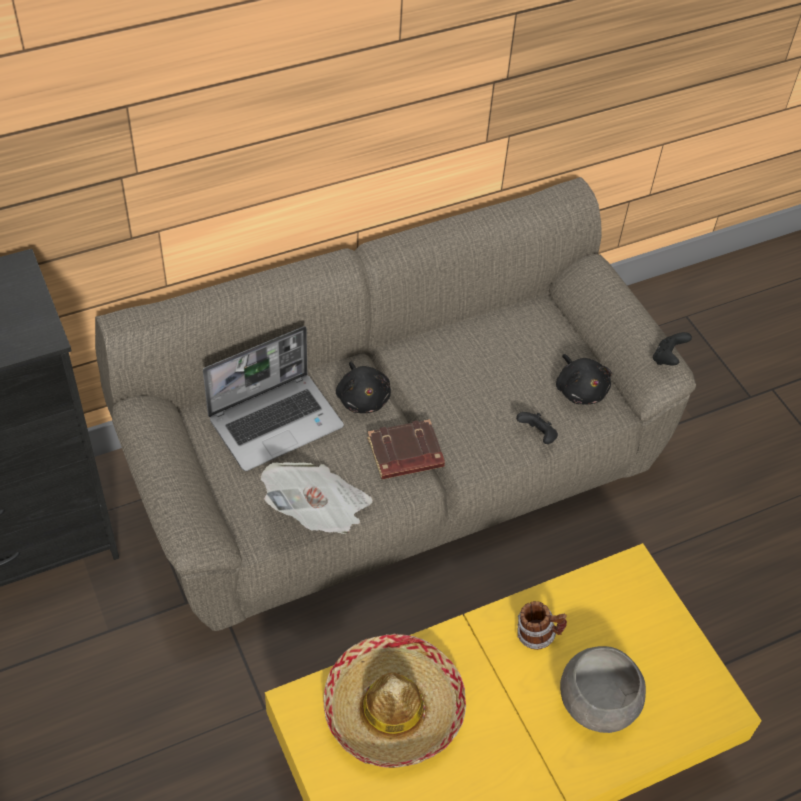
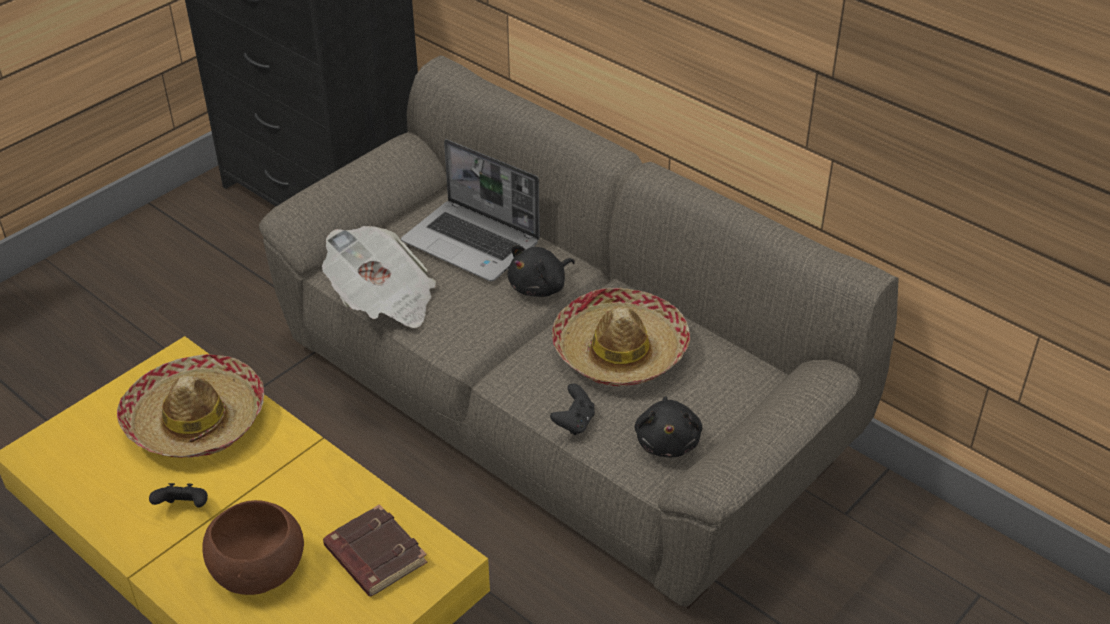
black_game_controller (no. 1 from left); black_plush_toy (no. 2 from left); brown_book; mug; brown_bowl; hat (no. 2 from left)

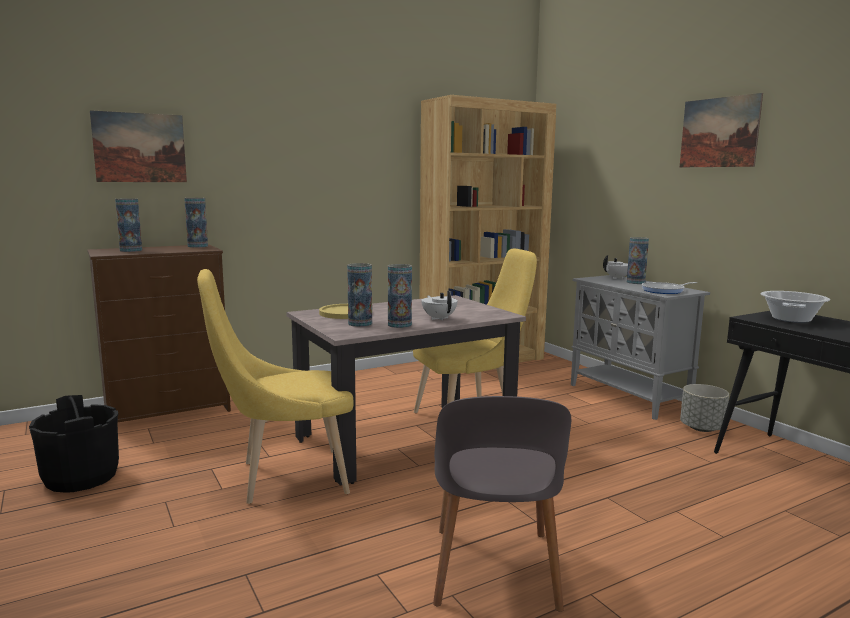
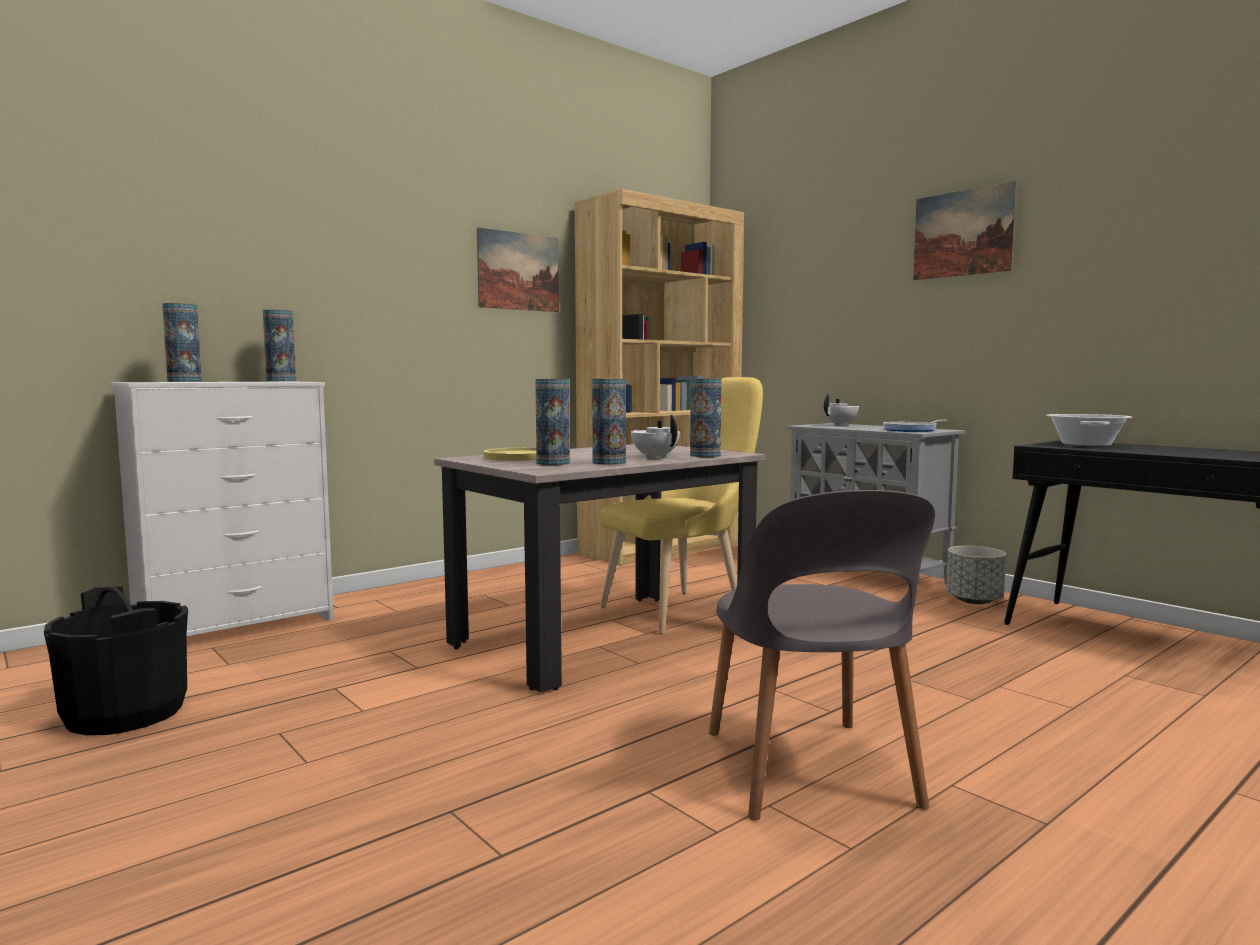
picture (no. 1 from left); vase (no. 5 from left); white_dresser; yellow_chair (no. 1 from left in the first image)

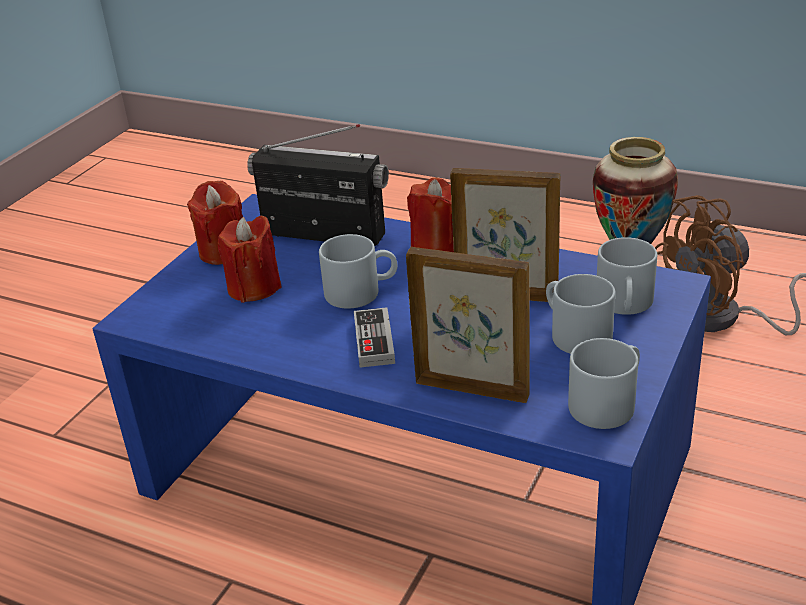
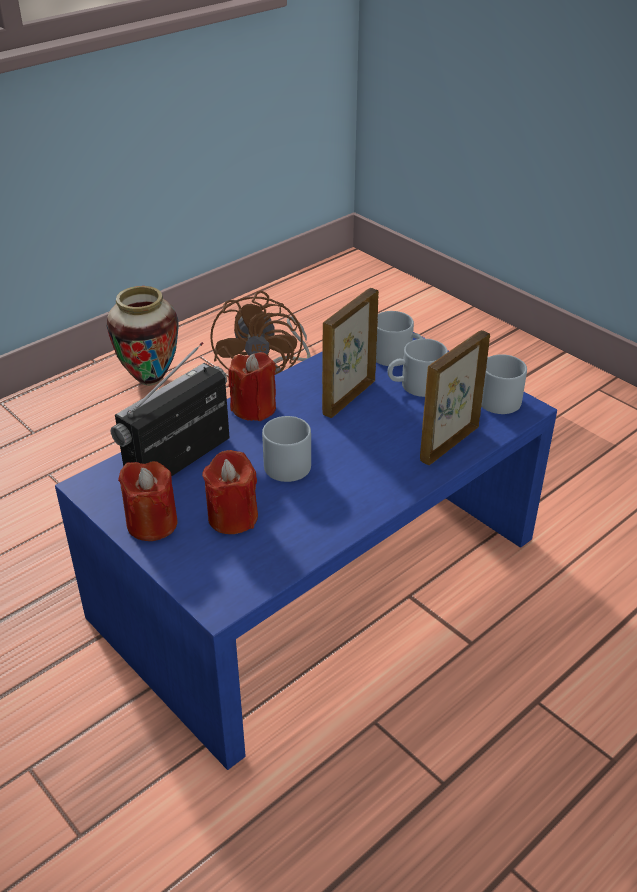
game_controller

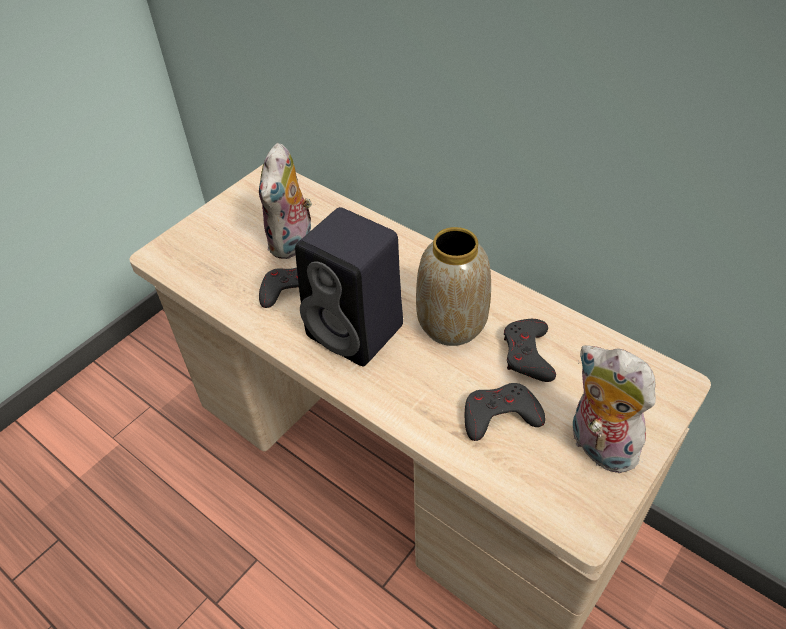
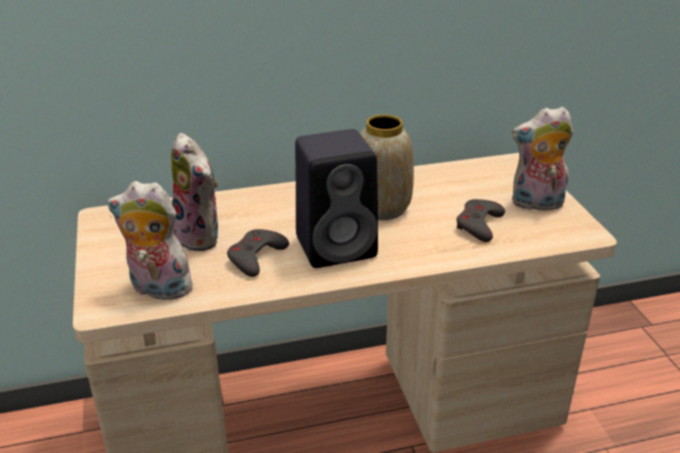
grey_game_controller (no. 3 from left in the first image); plush_toy (no. 1 from left)

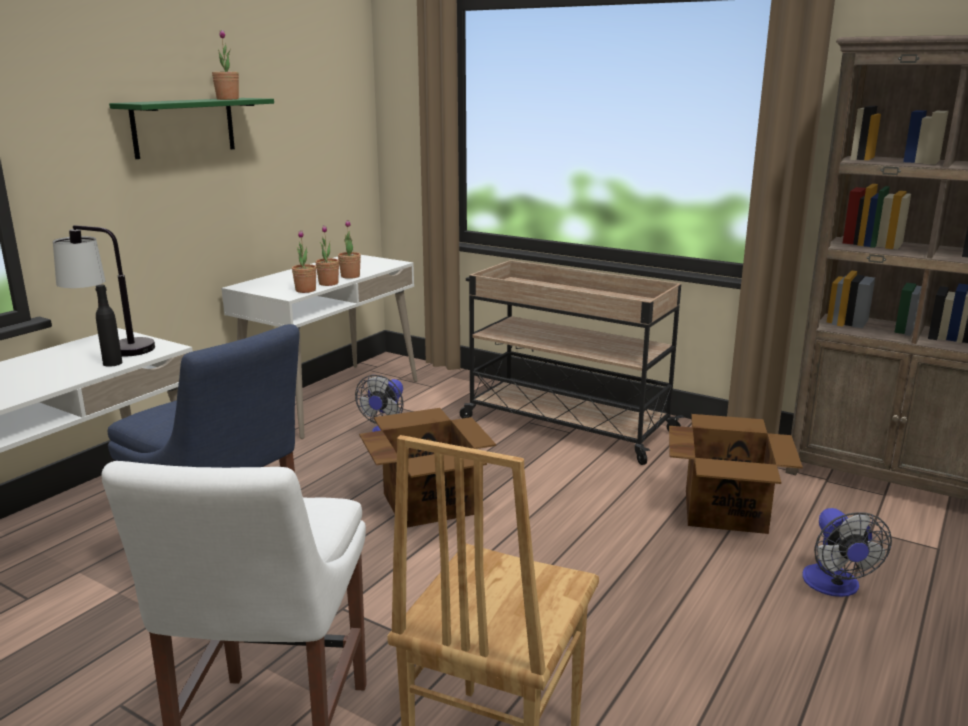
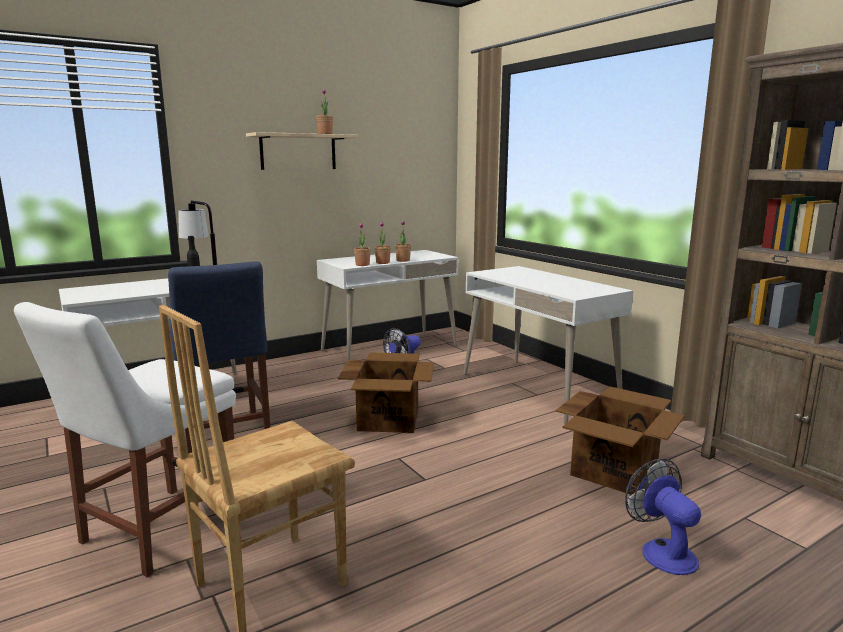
beige_shelf; white_desk (no. 3 from left); fan (no. 2 from left)

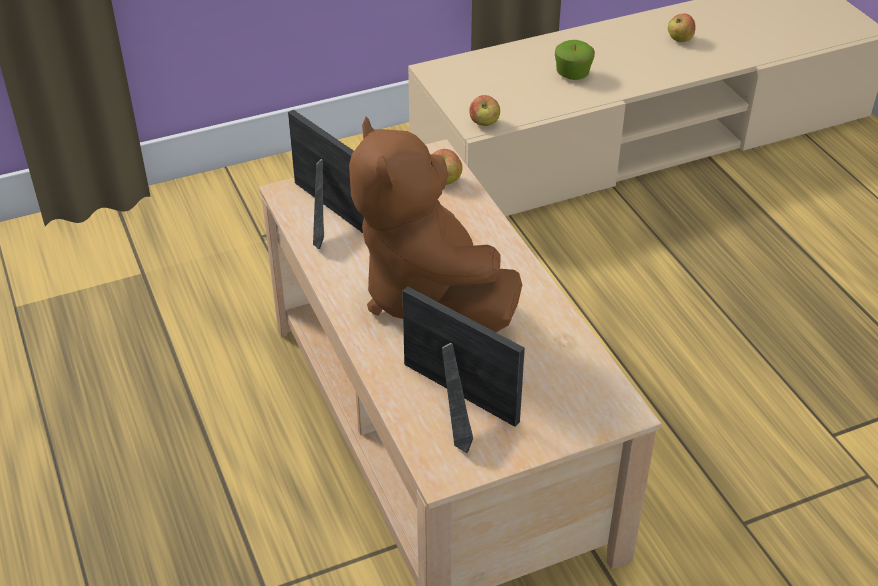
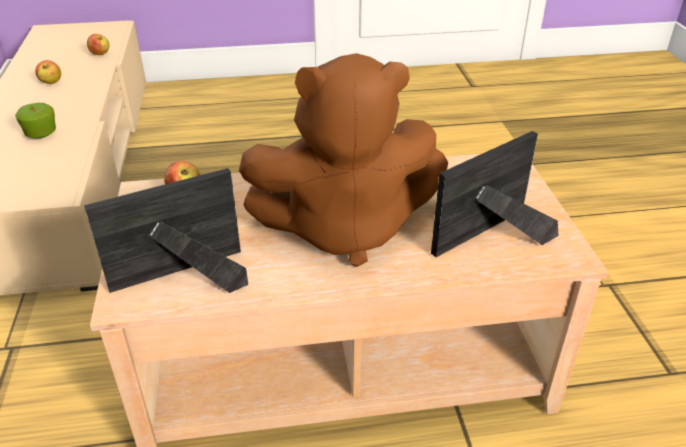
apple (no. 3 from left)

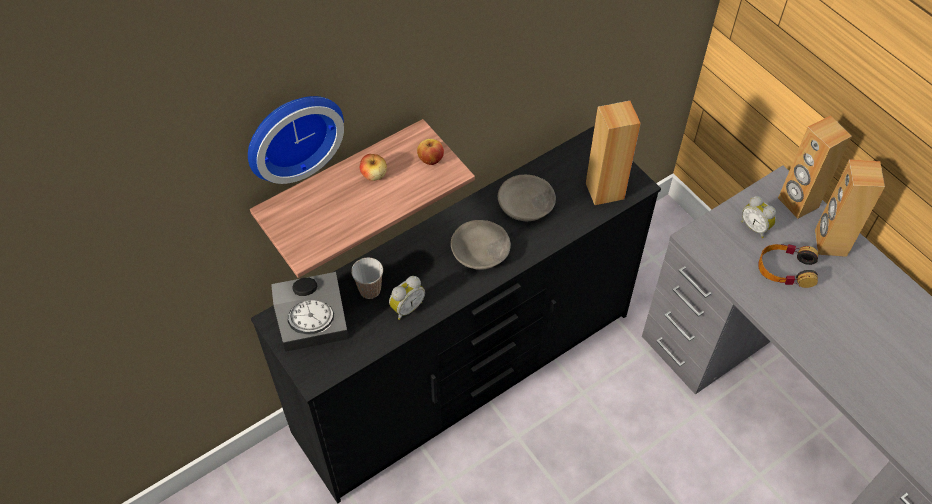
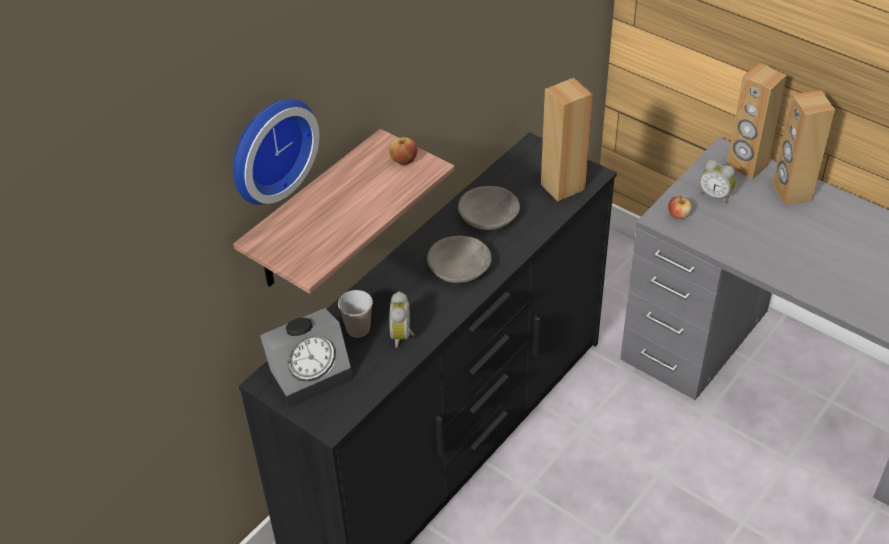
apple (no. 2 from left); headphones; alarm_clock (no. 2 from left)

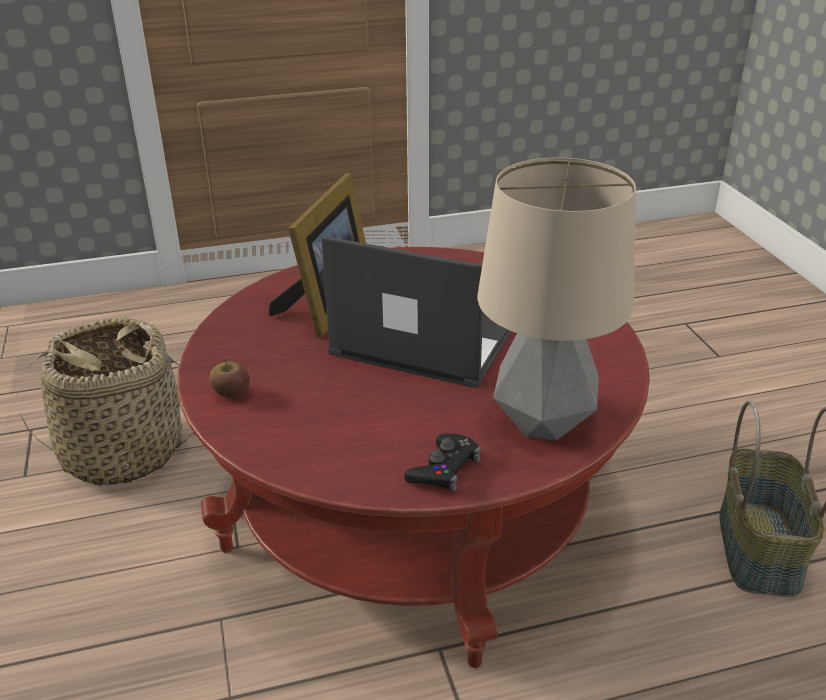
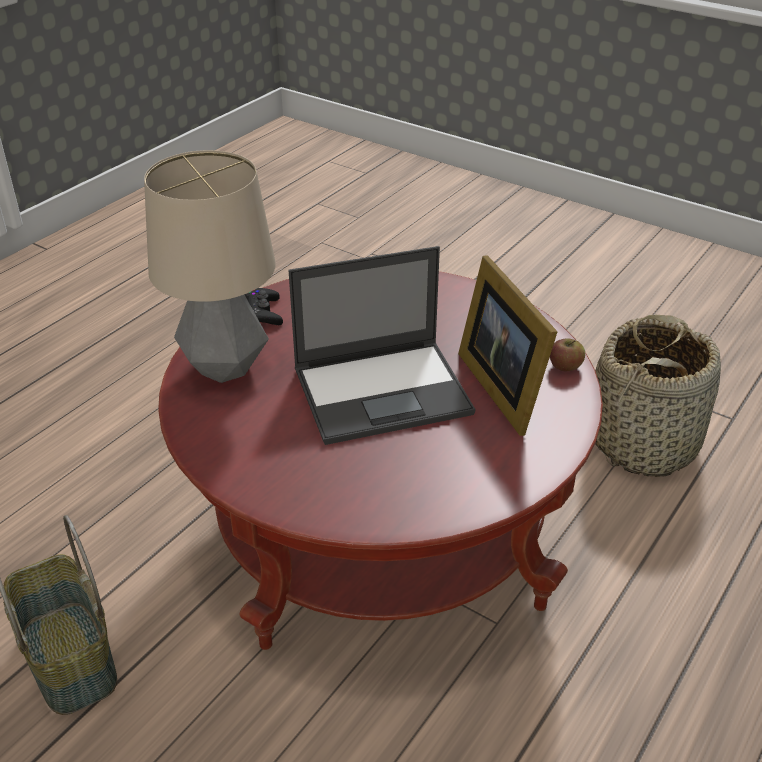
apple

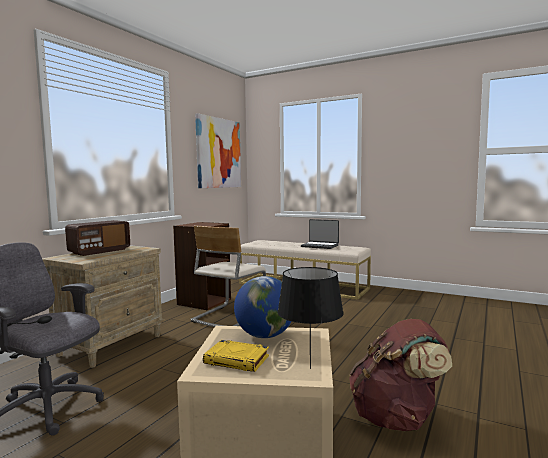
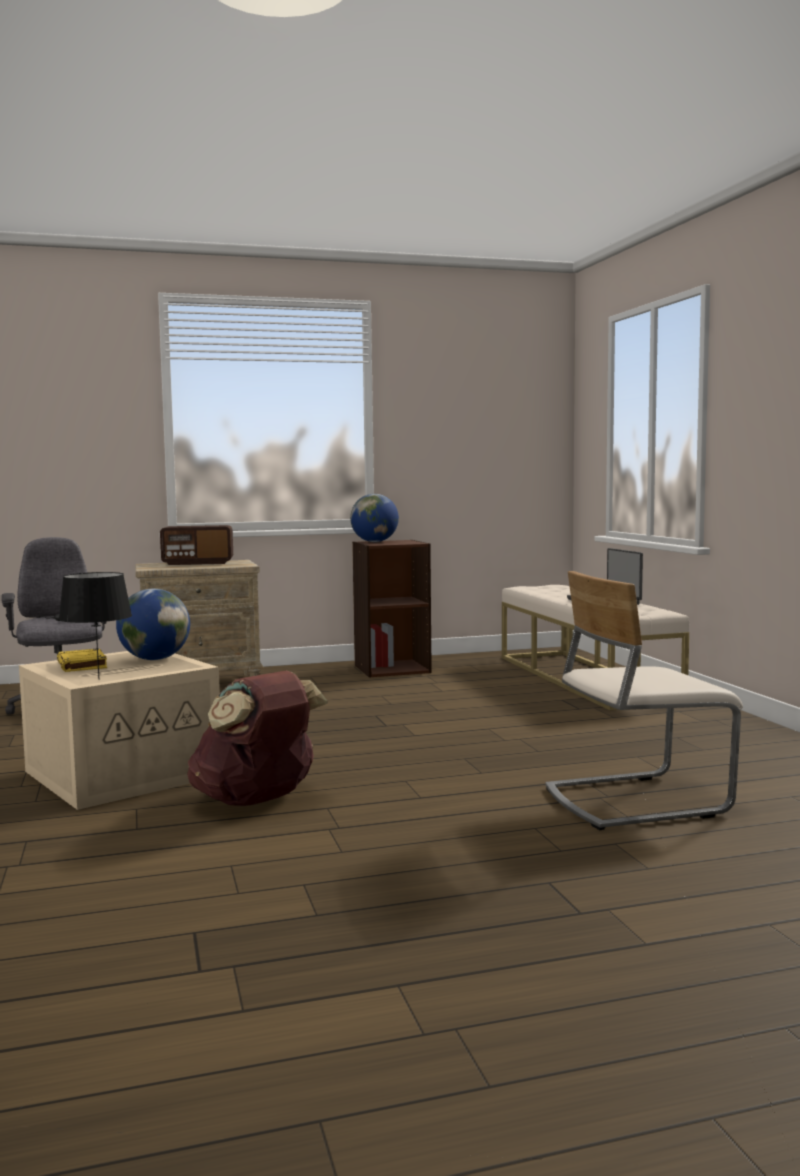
picture; beige_chair; globe (no. 2 from left)

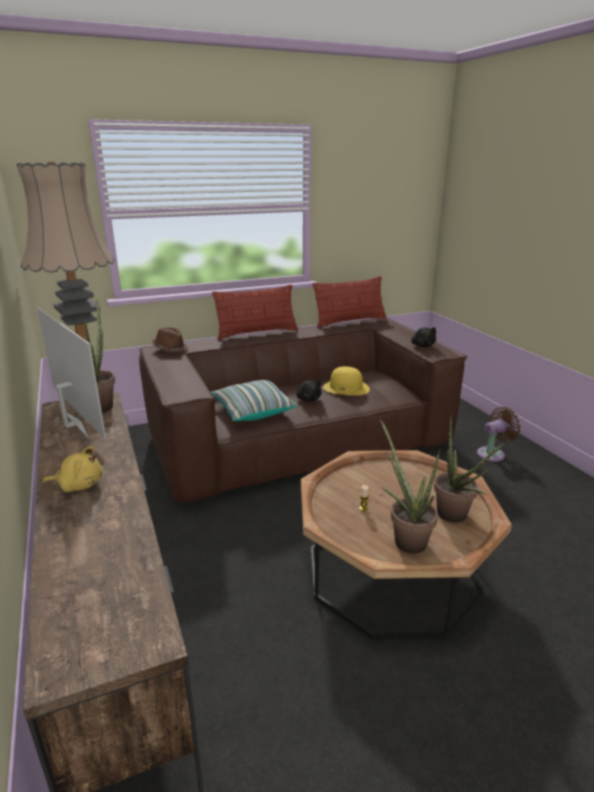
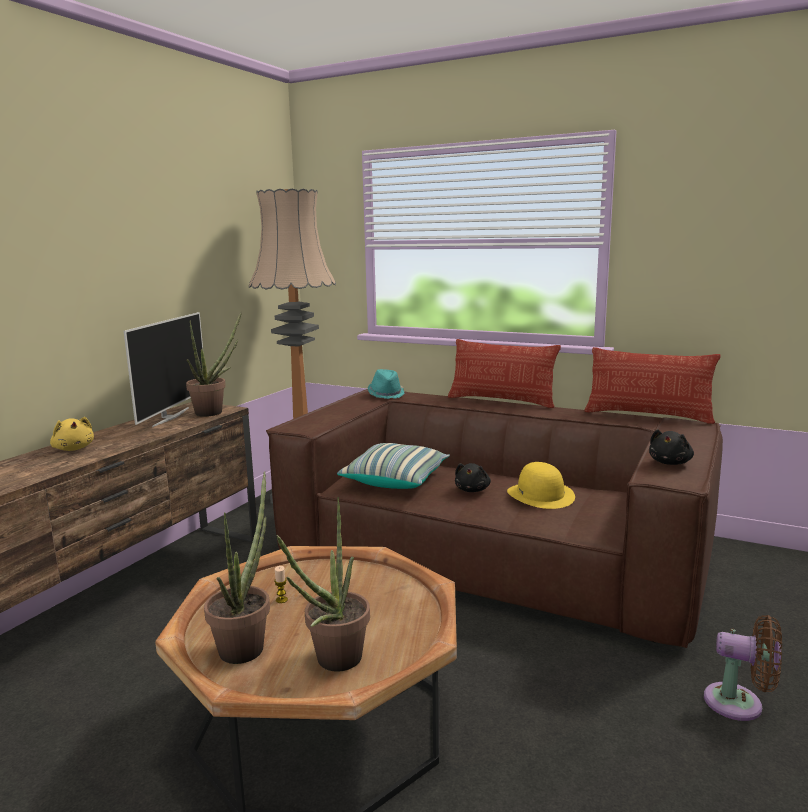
turquoise_hat

